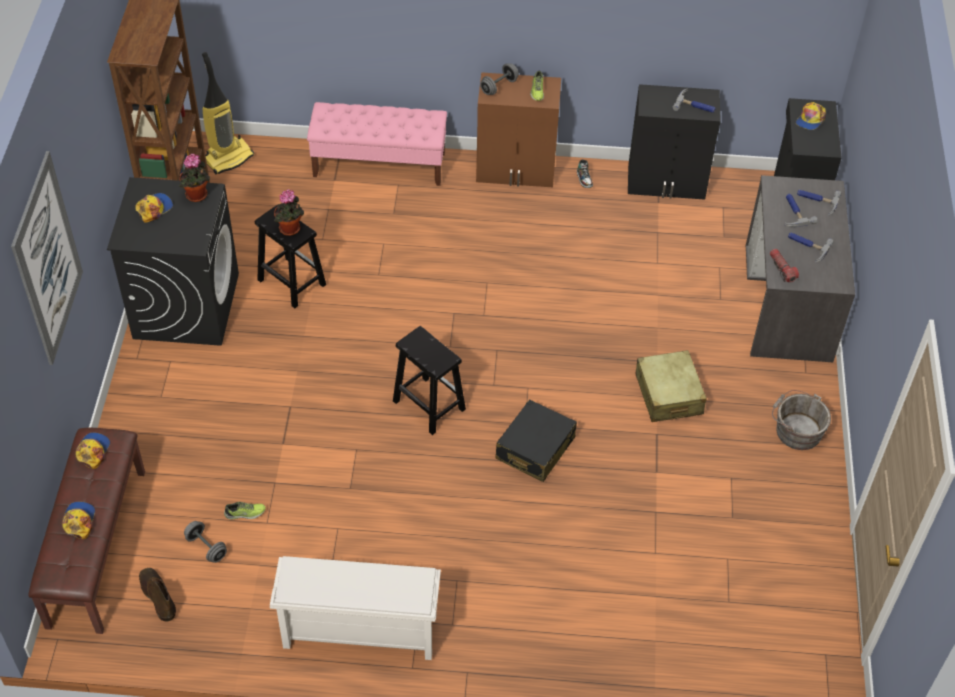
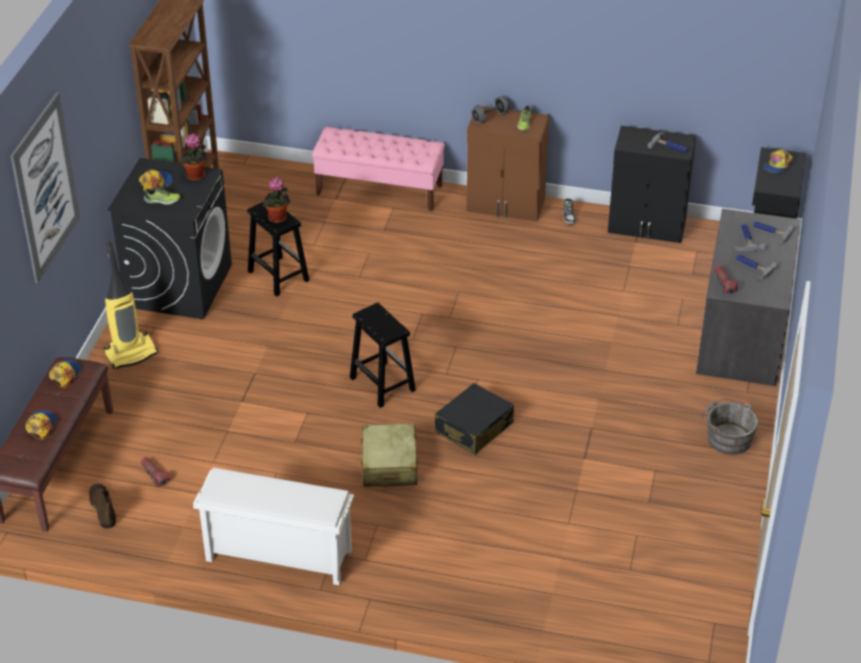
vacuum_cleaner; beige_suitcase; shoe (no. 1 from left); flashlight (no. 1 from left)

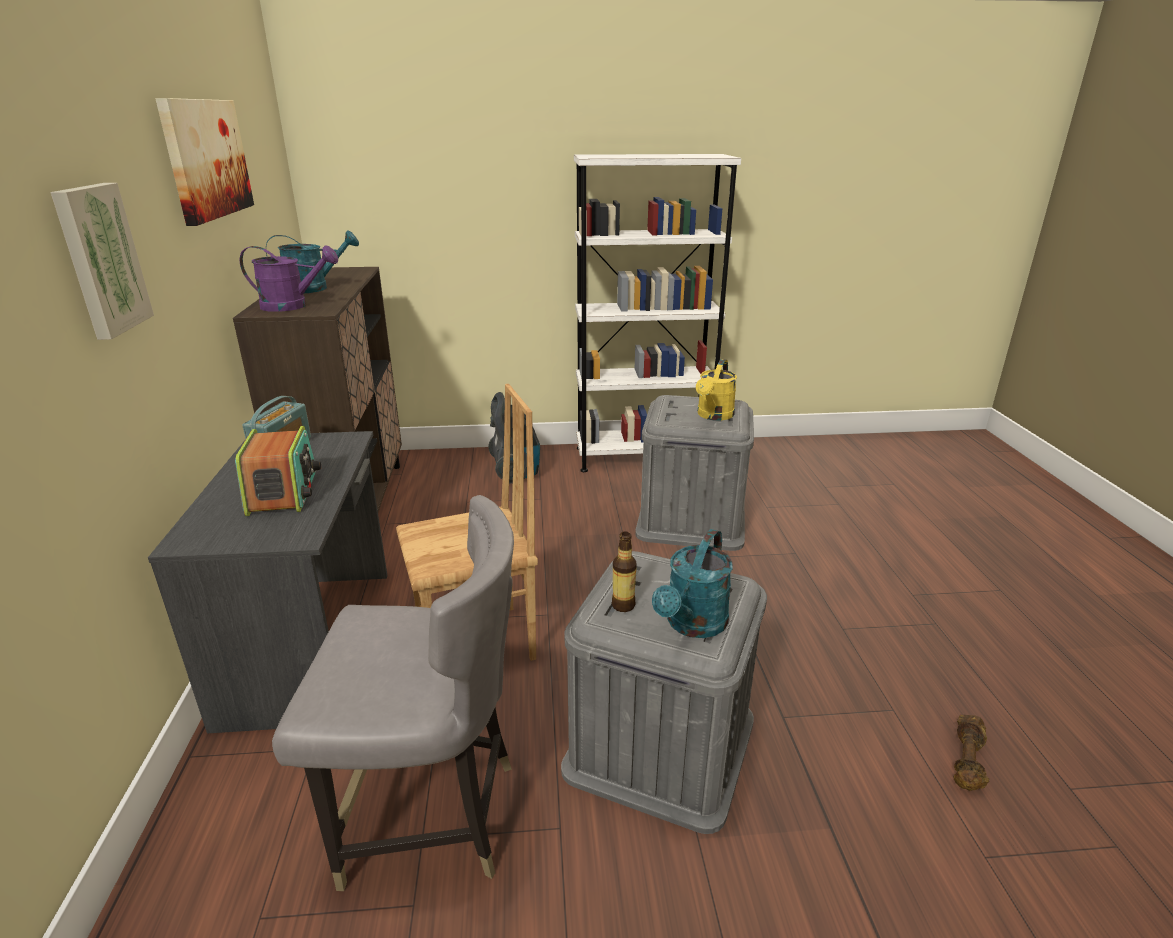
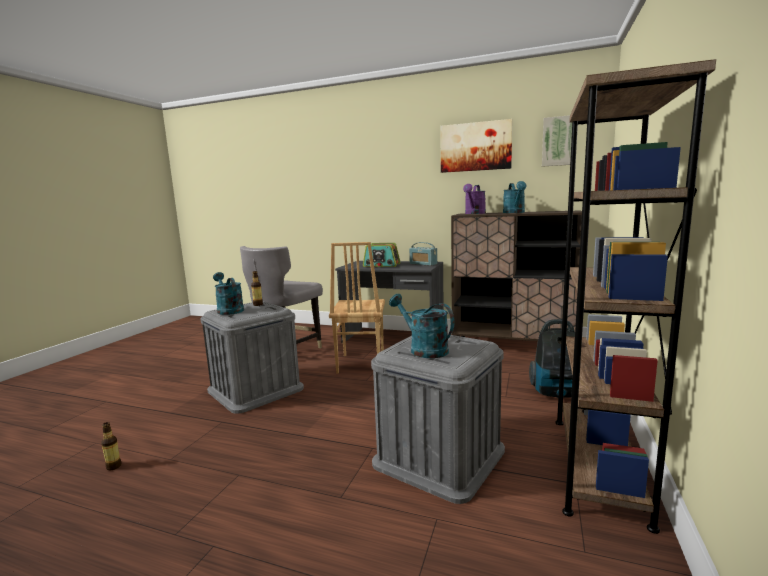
brown_bookcase; picture (no. 2 from left); turquoise_watering_can (no. 2 from left); bottle (no. 1 from left)

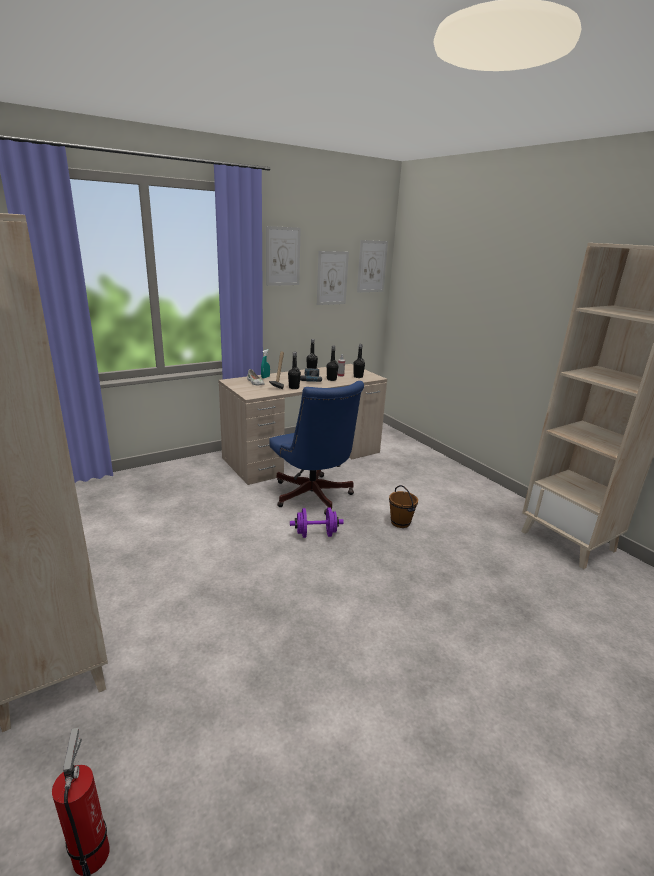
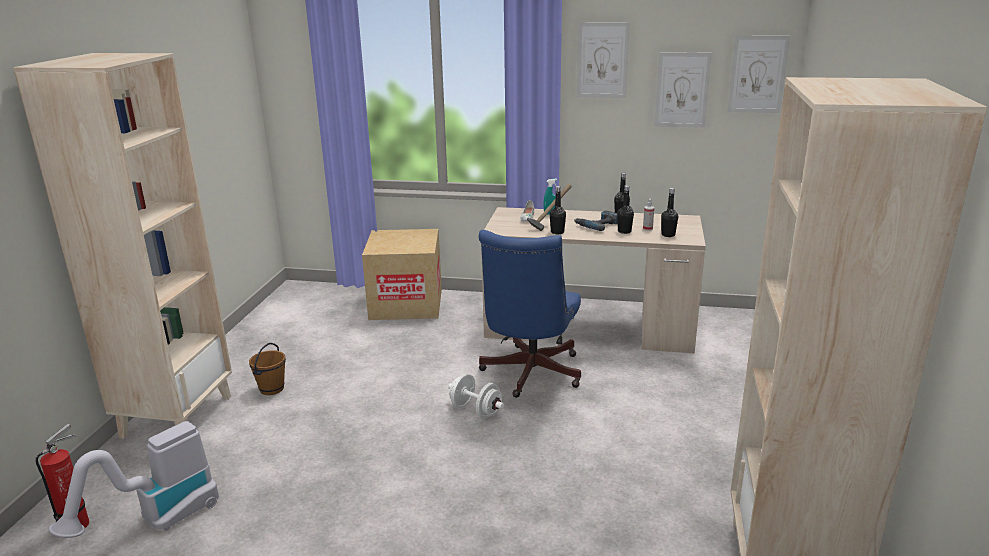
brown_bucket; white_dumbbell; cardboard_box; vacuum_cleaner

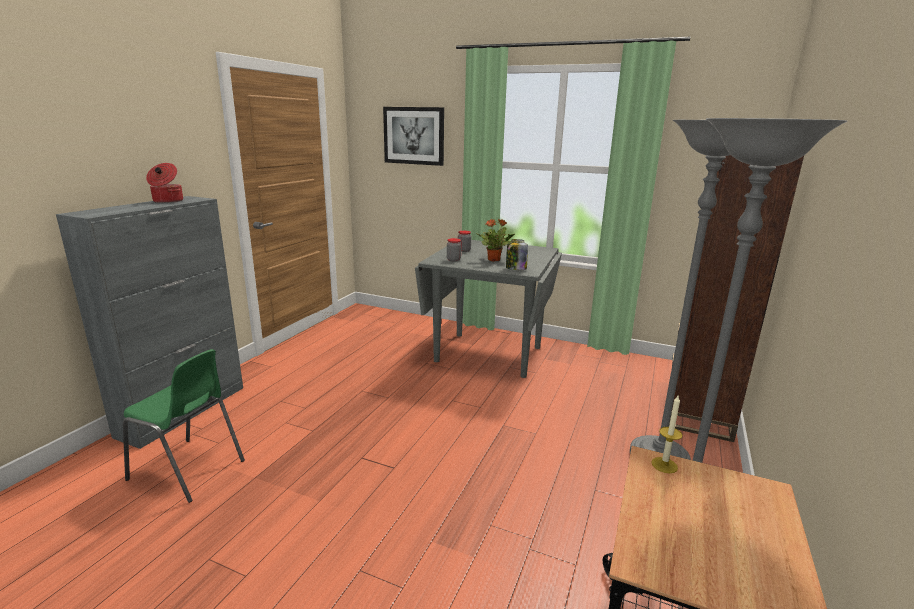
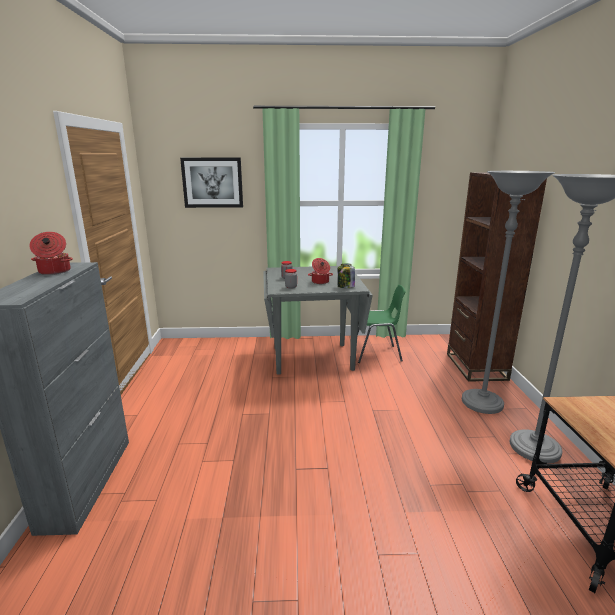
cooking_pot (no. 2 from left); green_chair; candle

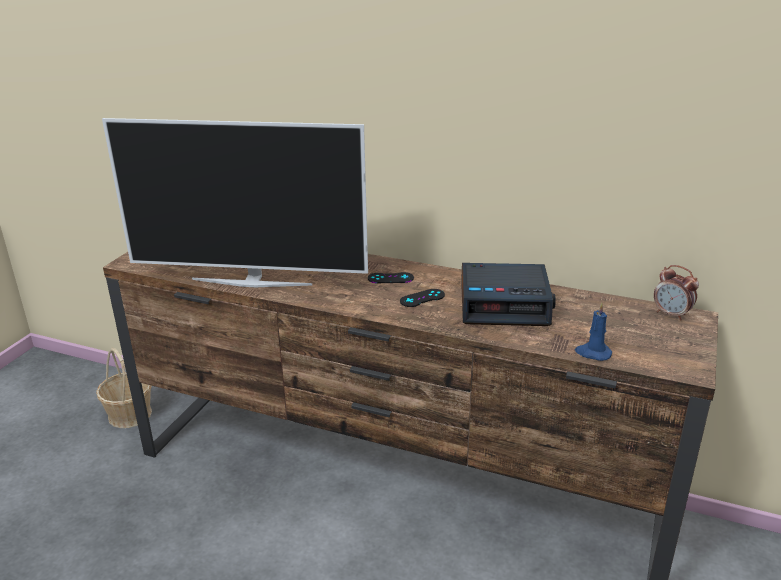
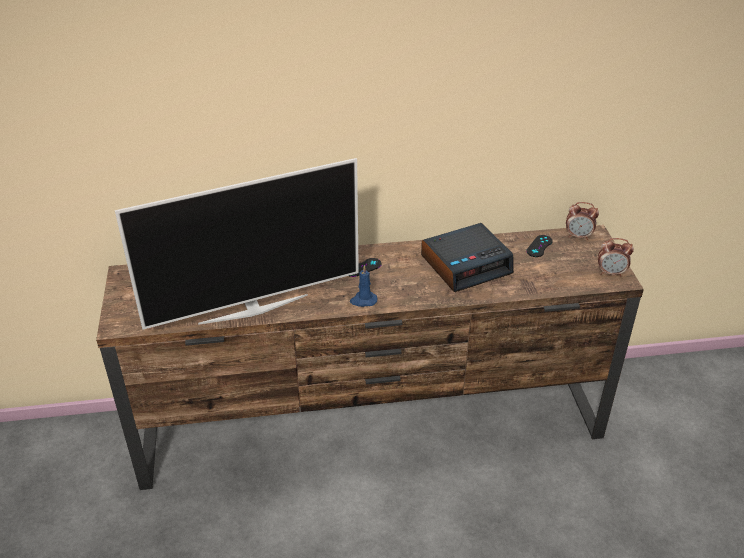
black_game_controller (no. 2 from left); blue_candle; basket; alarm_clock (no. 3 from left)

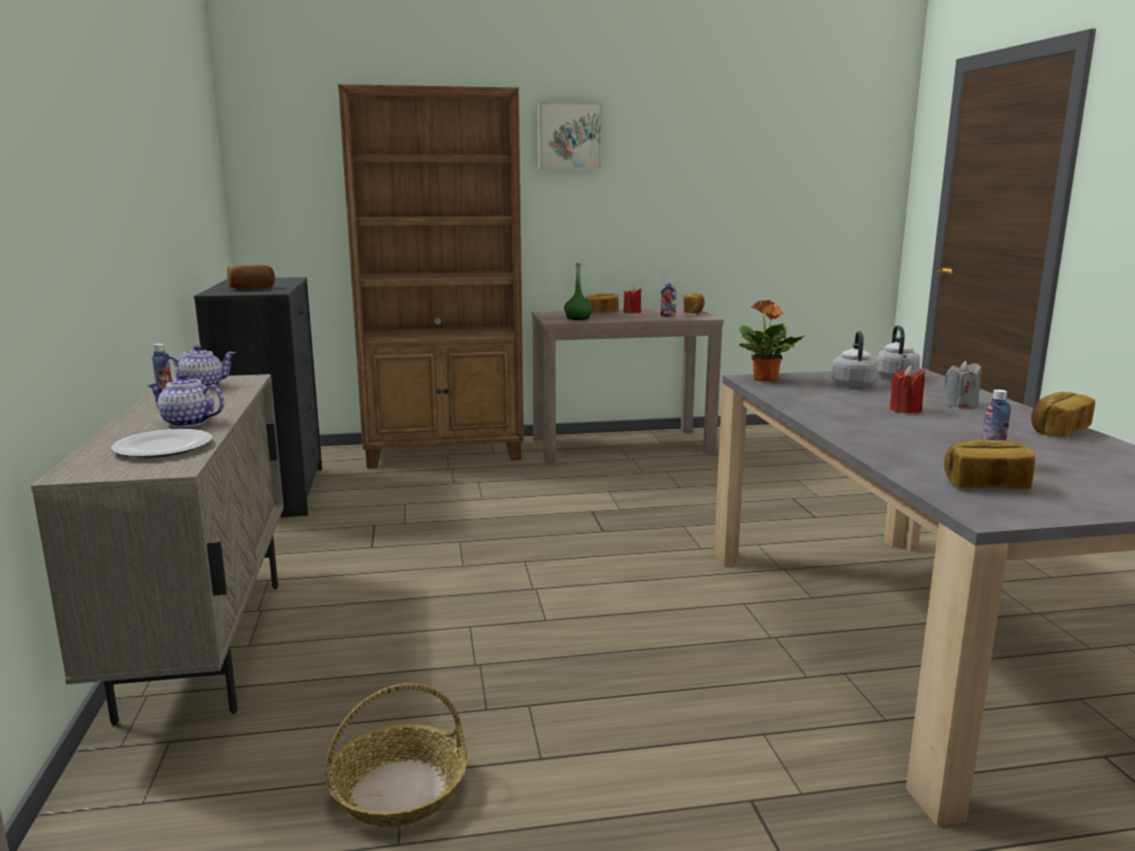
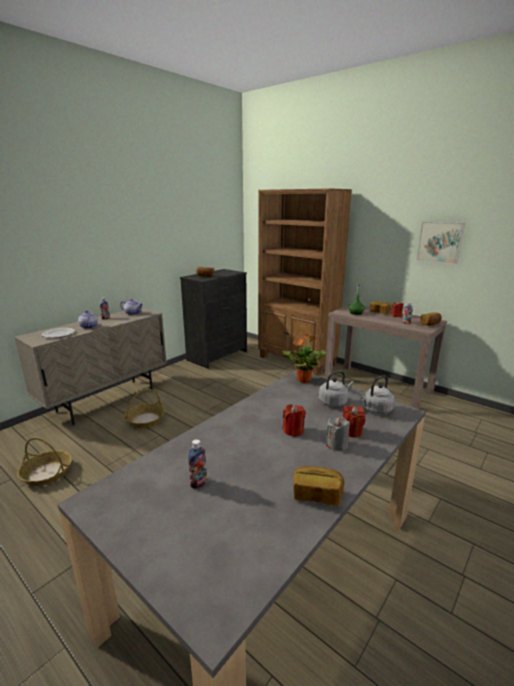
picture; bread (no. 4 from left in the first image); basket (no. 2 from left); red_candle (no. 2 from left)

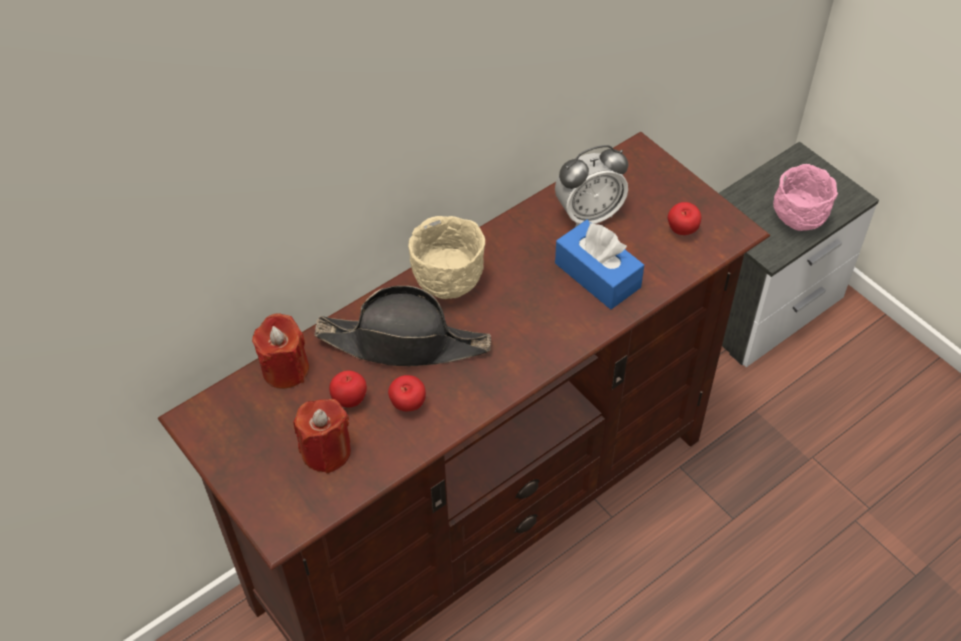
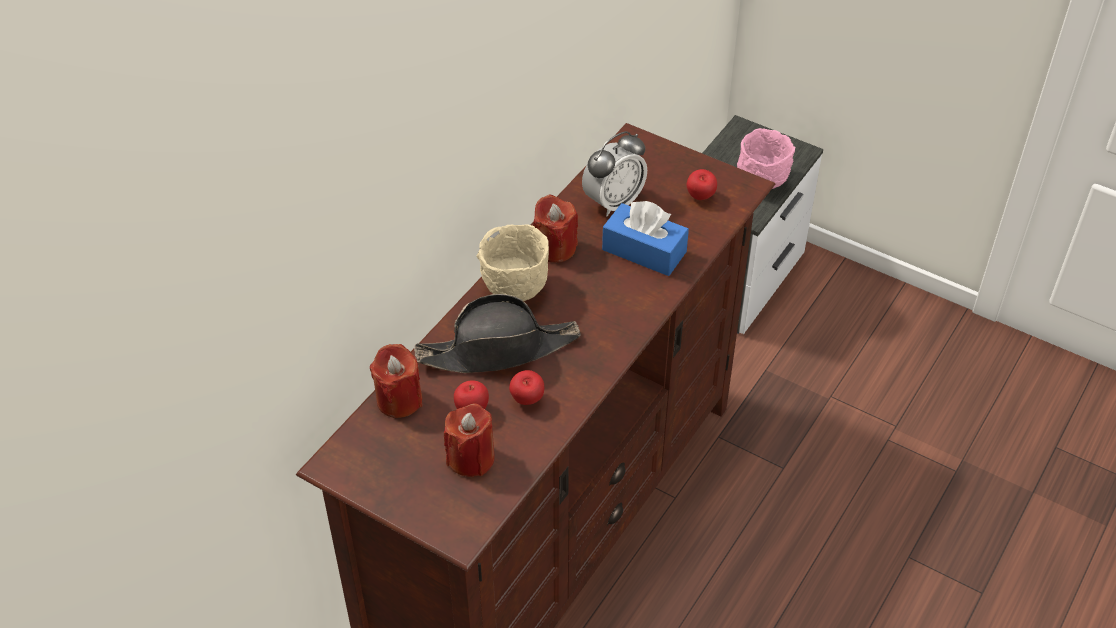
red_candle (no. 3 from left)

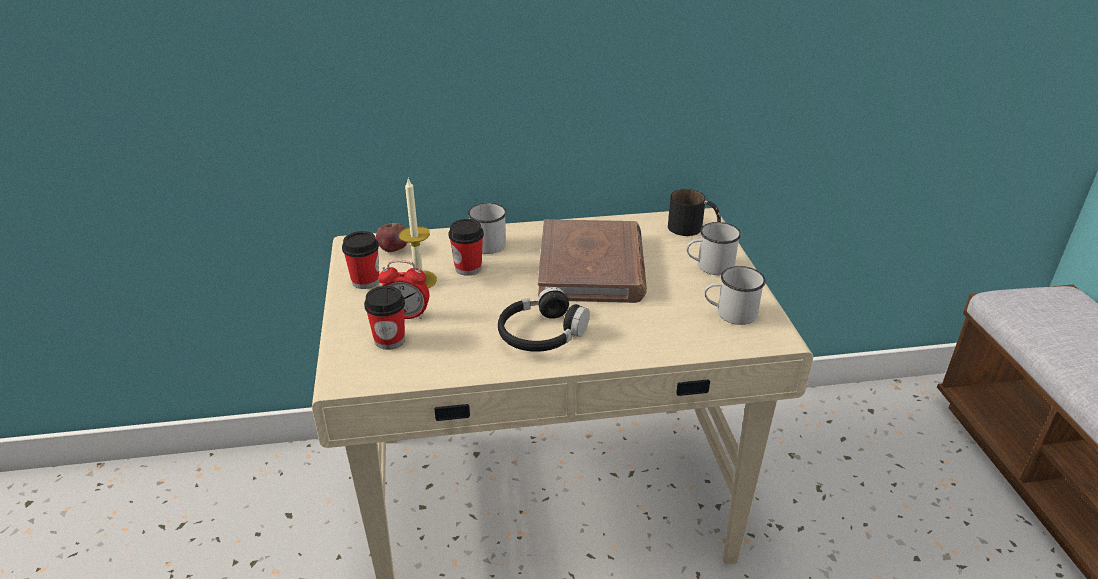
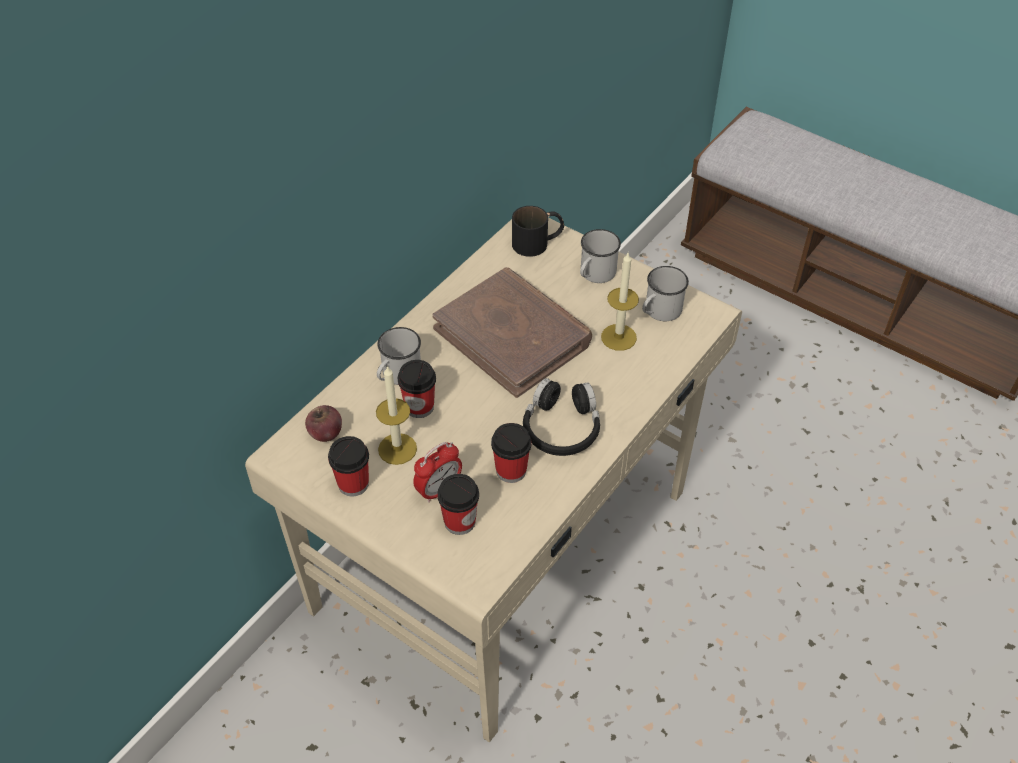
candle (no. 2 from left); cup (no. 4 from left)

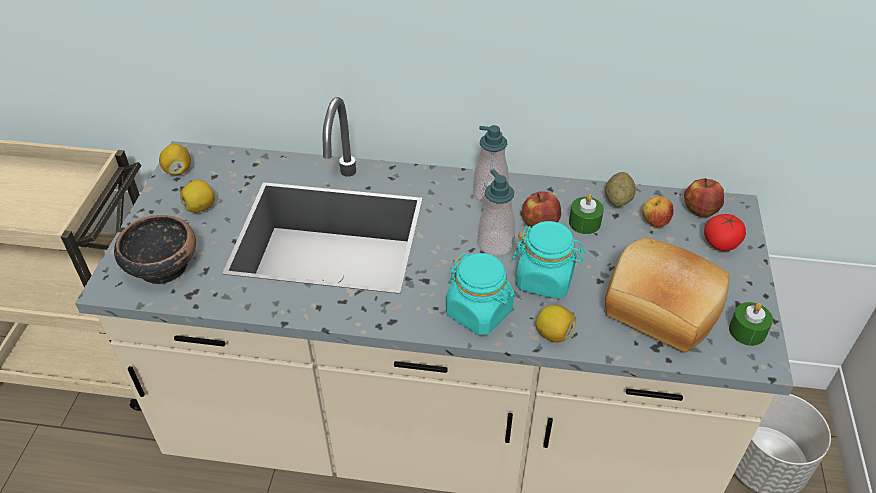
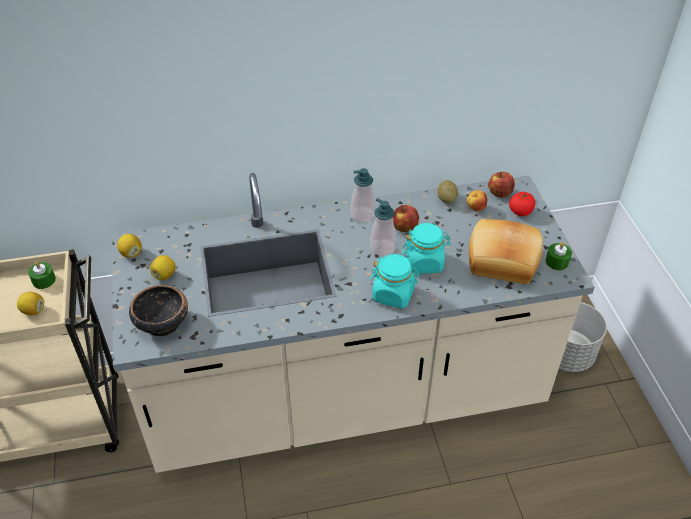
green_candle (no. 1 from left); lemon (no. 1 from left)

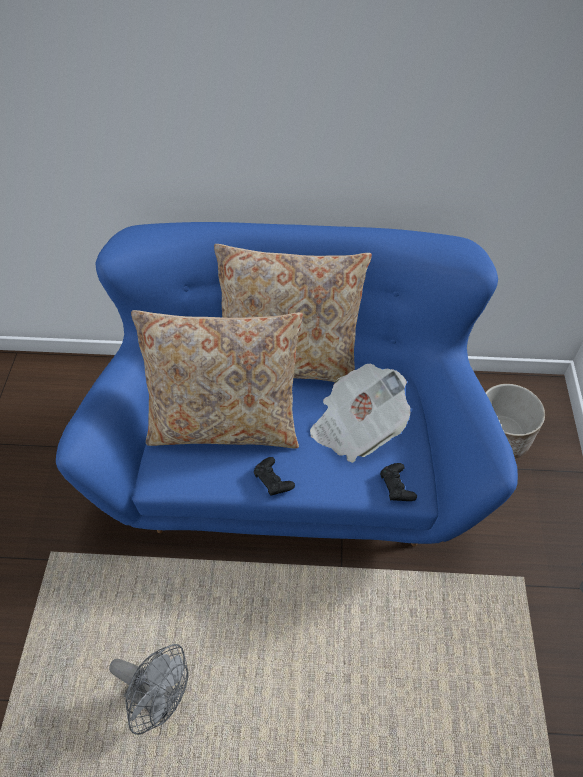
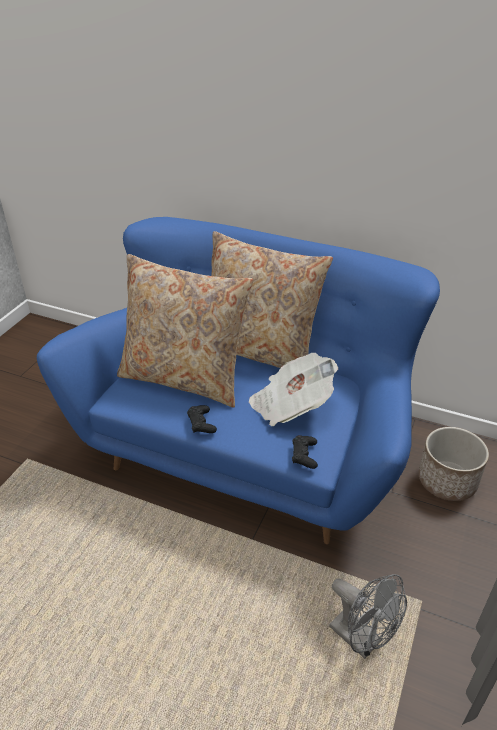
grey_fan

